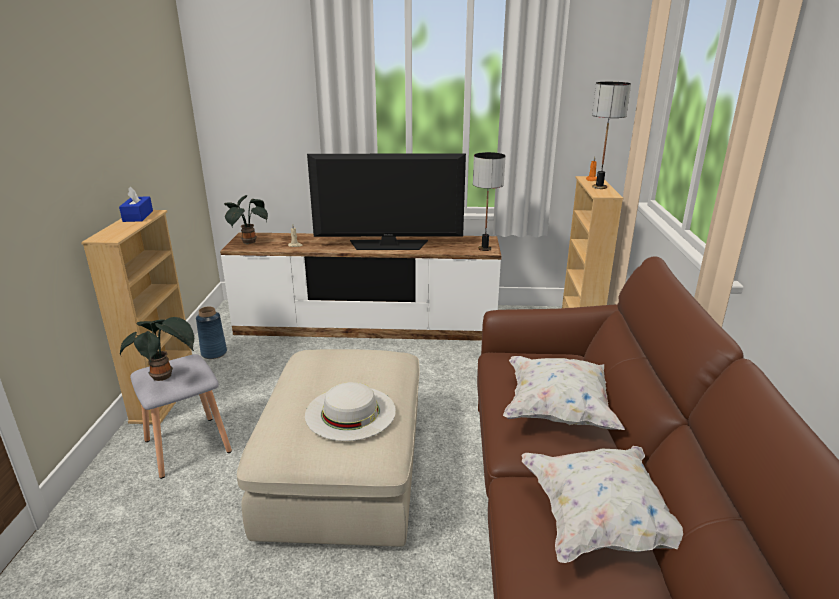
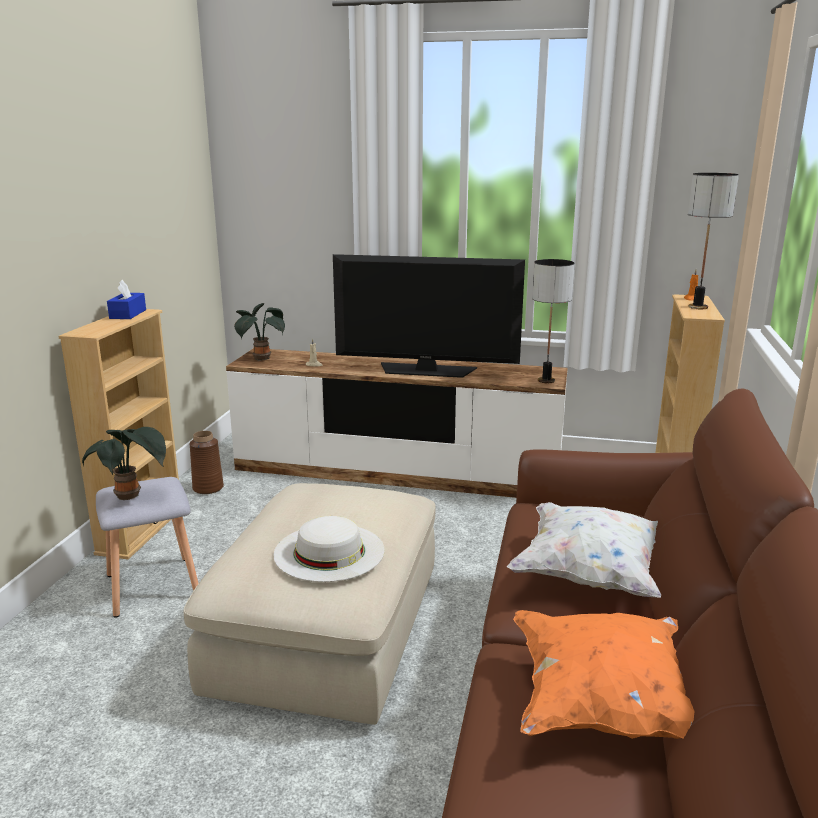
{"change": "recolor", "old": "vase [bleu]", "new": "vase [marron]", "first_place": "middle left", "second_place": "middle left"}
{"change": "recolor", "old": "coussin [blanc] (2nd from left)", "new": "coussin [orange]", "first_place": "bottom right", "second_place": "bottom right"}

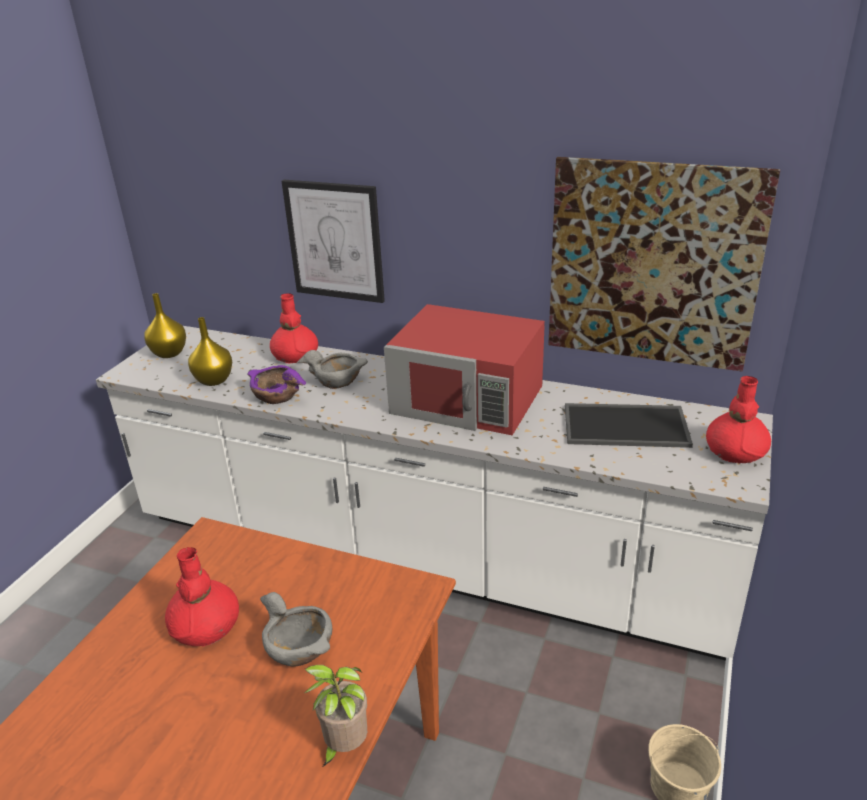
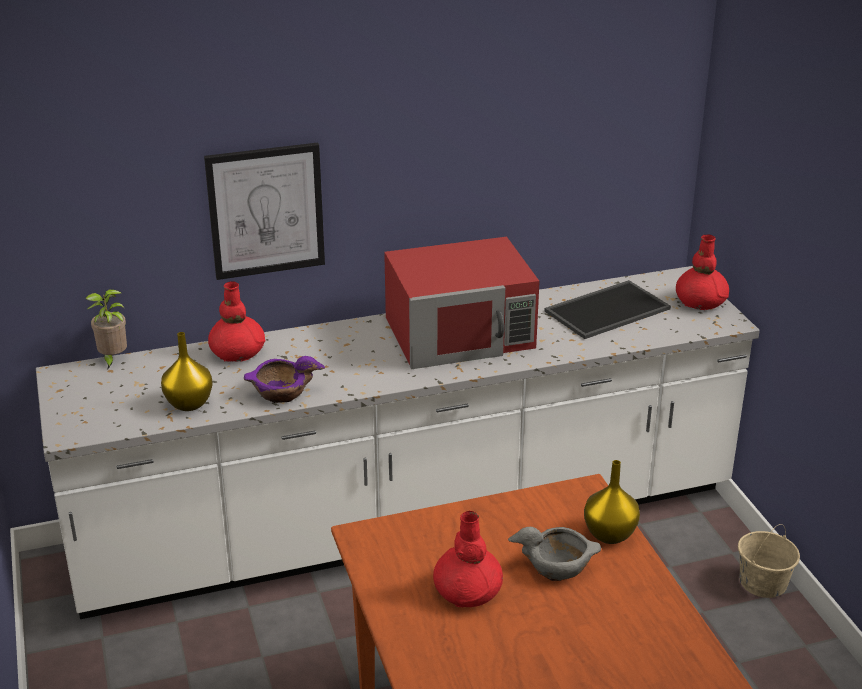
{"change": "move", "old": "vase [jaune] (1st from left in the first image)", "new": "vase [jaune] (2nd from left)", "first_place": "middle left", "second_place": "bottom right"}
{"change": "delete", "old": "bol [gris] (2nd from left)", "first_place": "centre"}
{"change": "move", "old": "plante en pot", "first_place": "bottom centre", "second_place": "middle left"}
{"change": "delete", "old": "tableau (2nd from left)", "first_place": "top right"}

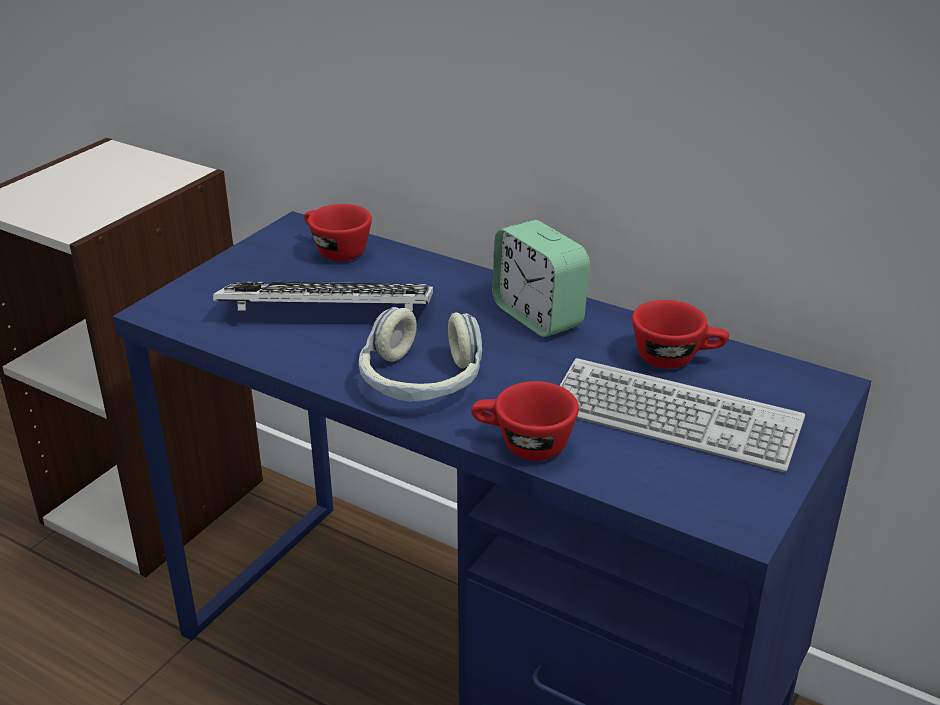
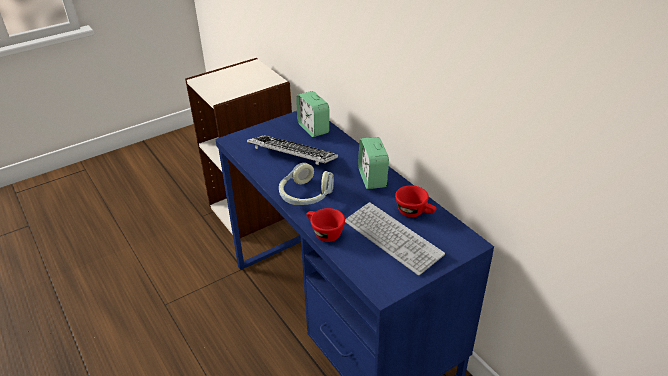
{"change": "replace", "old": "tasse [rouge] (1st from left)", "new": "réveil (1st from left)", "first_place": "top centre", "second_place": "top centre"}

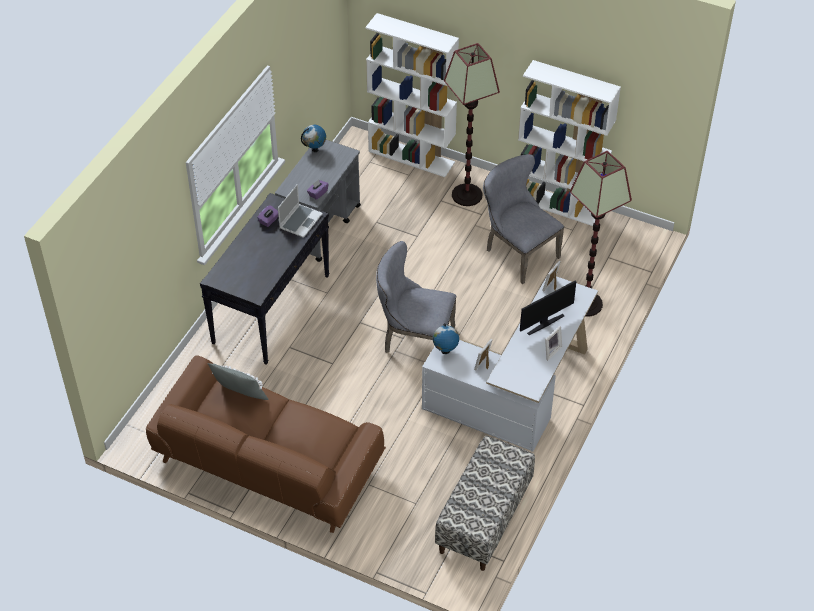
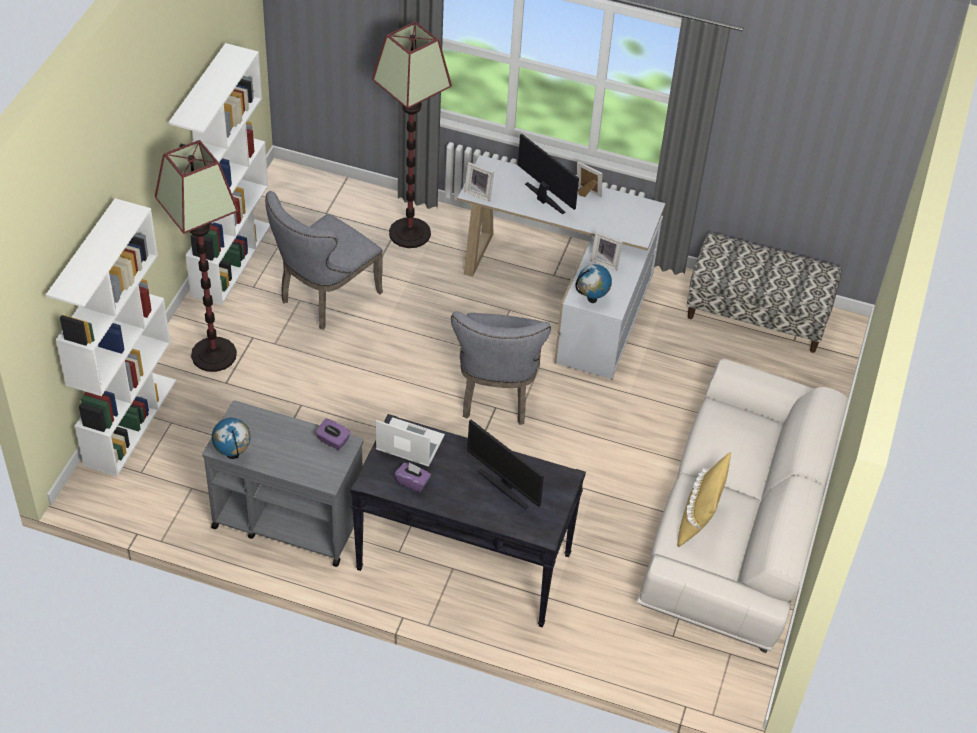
{"change": "recolor", "old": "canapé [marron]", "new": "canapé [blanc]", "first_place": "bottom left", "second_place": "bottom right"}
{"change": "recolor", "old": "coussin [gris]", "new": "coussin [jaune]", "first_place": "middle left", "second_place": "bottom right"}
{"change": "insert", "new": "écran d'ordinateur (1st from left)", "second_place": "centre"}

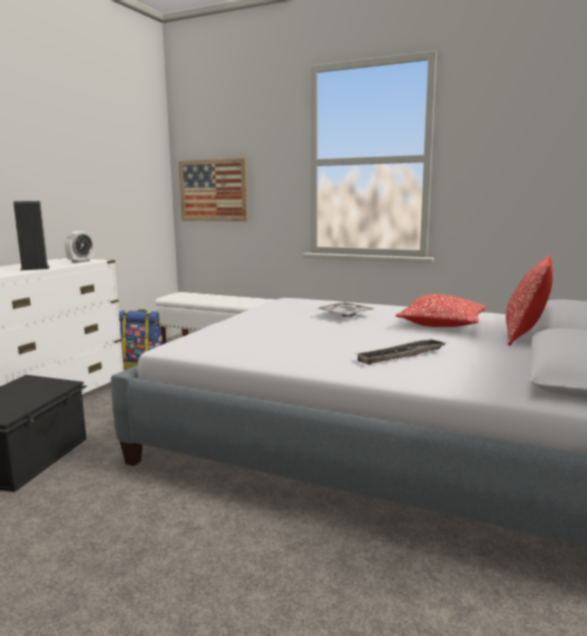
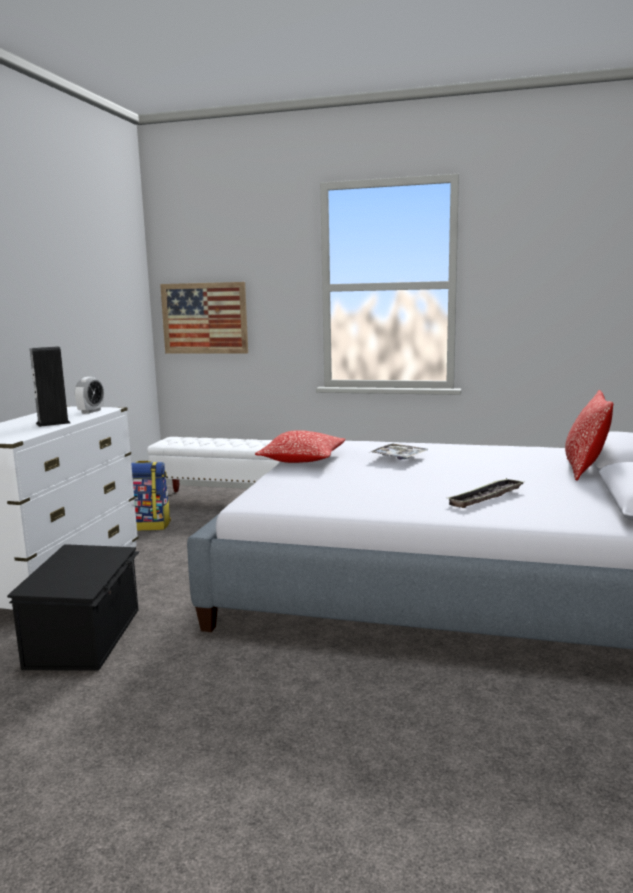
{"change": "move", "old": "coussin (1st from left)", "first_place": "middle right", "second_place": "centre"}

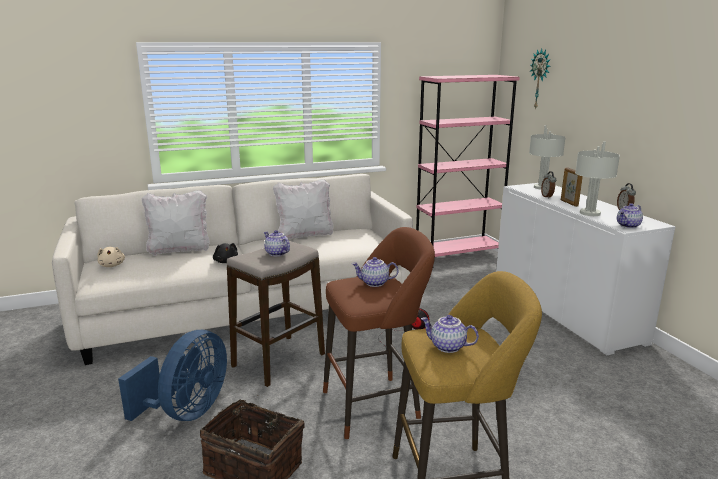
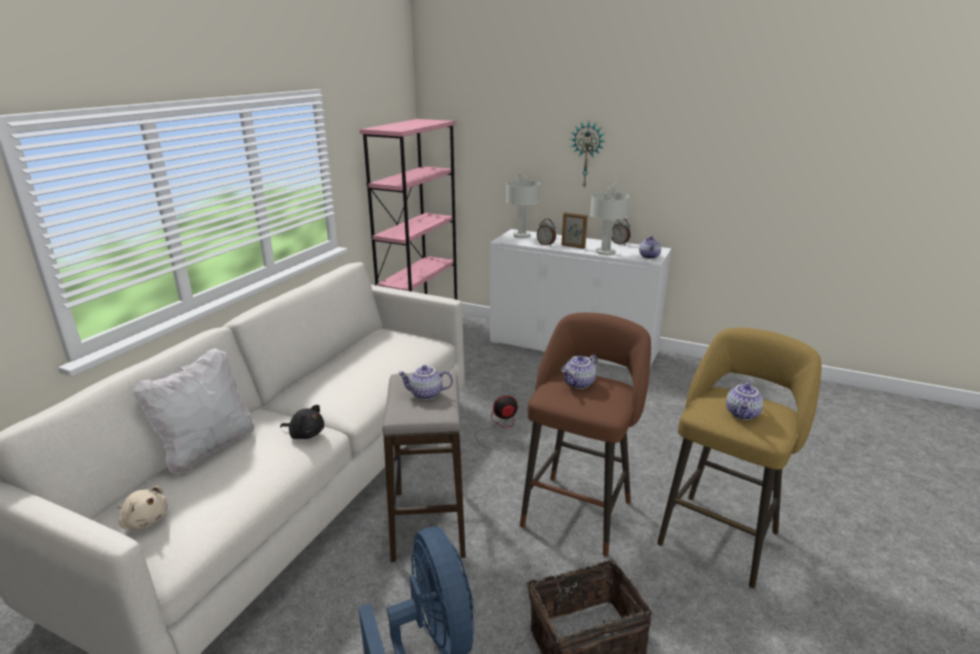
{"change": "delete", "old": "coussin [blanc] (2nd from left)", "first_place": "centre"}
{"change": "rotate", "old": "théière (3rd from left in the first image)", "first_place": "bottom centre", "second_place": "middle right", "degrees": -45}
{"change": "move", "old": "horloge murale", "first_place": "top right", "second_place": "top centre"}

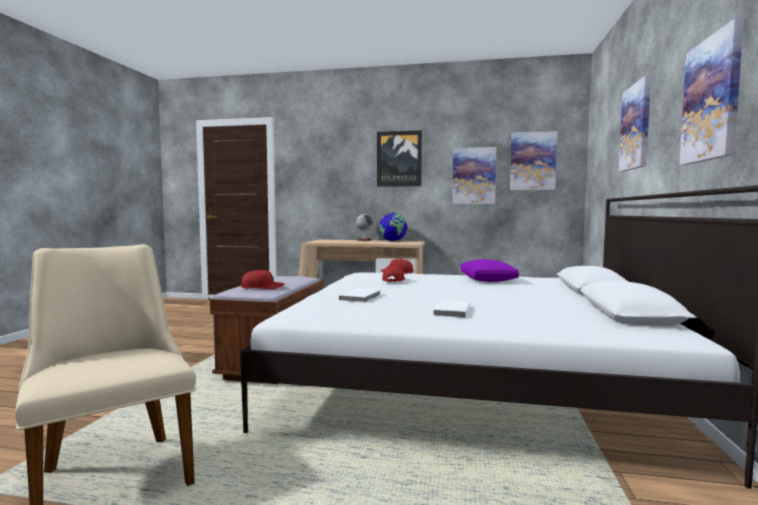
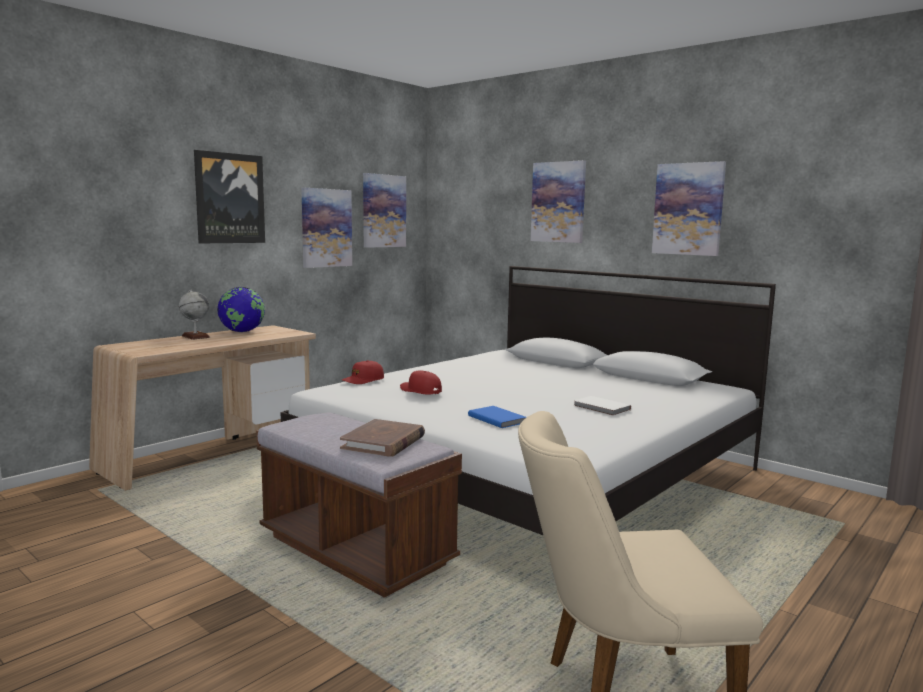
{"change": "replace", "old": "casquette [rouge] (1st from left)", "new": "livre [marron]", "first_place": "centre", "second_place": "centre"}
{"change": "recolor", "old": "livre [blanc] (1st from left)", "new": "livre [bleu]", "first_place": "centre", "second_place": "centre"}
{"change": "delete", "old": "coussin [violet]", "first_place": "centre"}

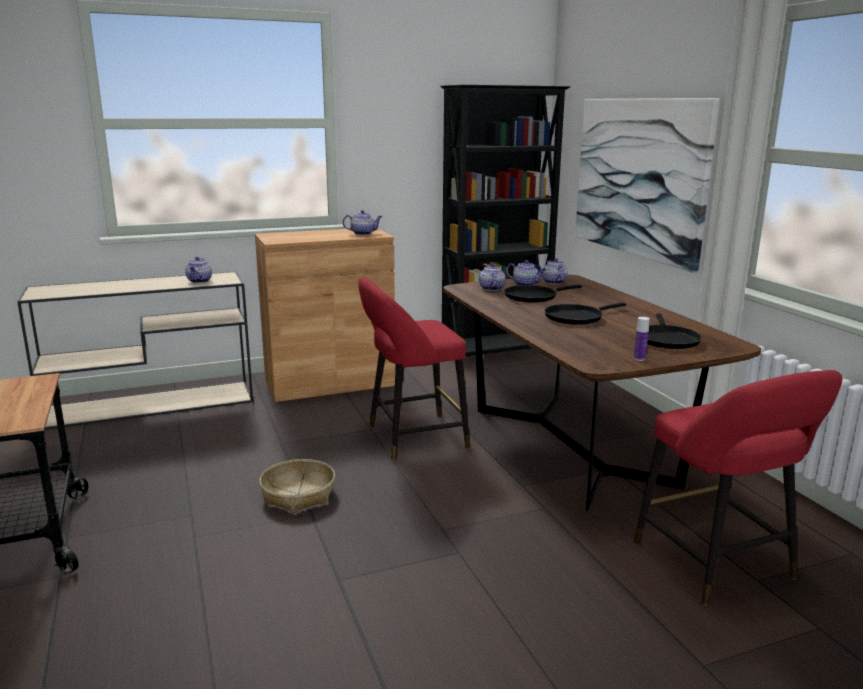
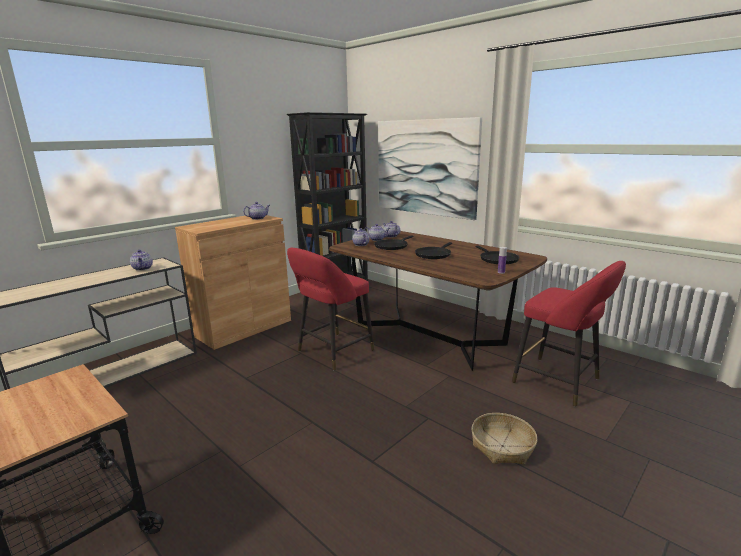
{"change": "move", "old": "panier", "first_place": "bottom centre", "second_place": "bottom right"}

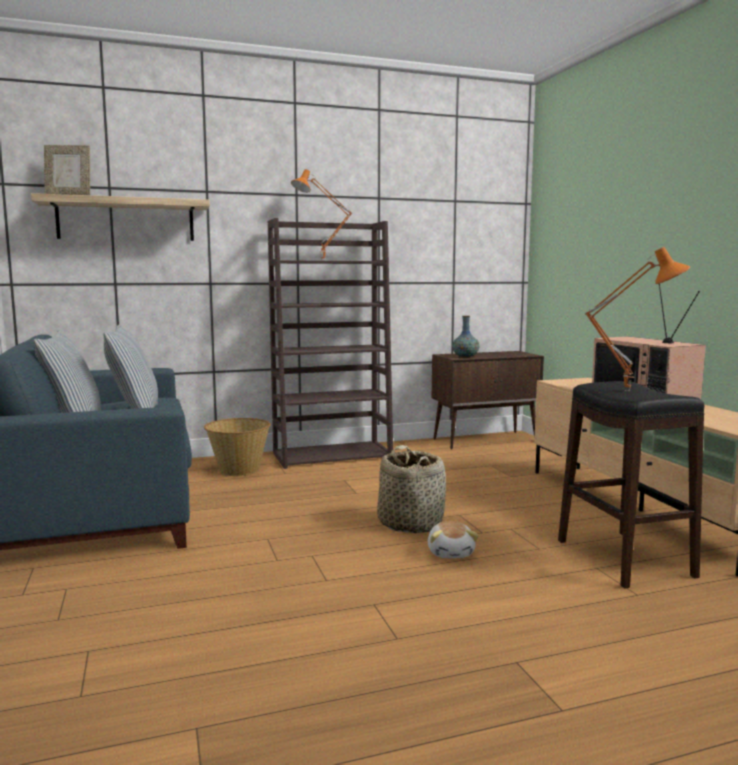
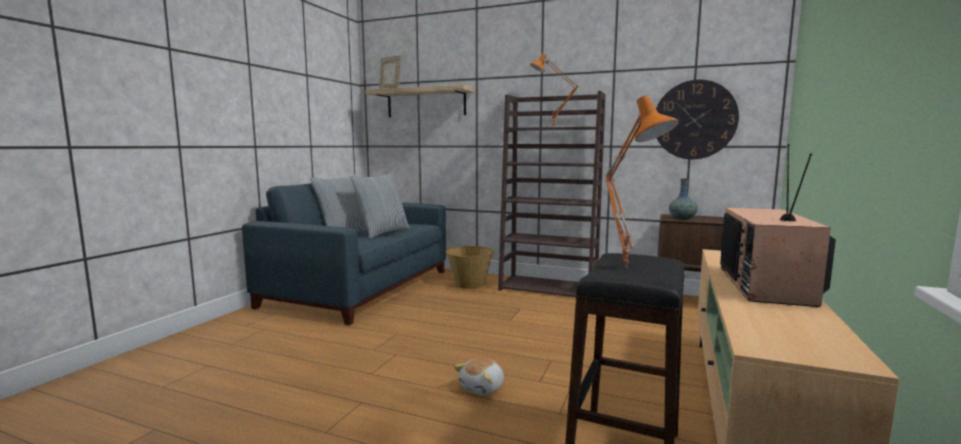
{"change": "delete", "old": "panier (2nd from left)", "first_place": "centre"}
{"change": "insert", "new": "horloge murale", "second_place": "top right"}

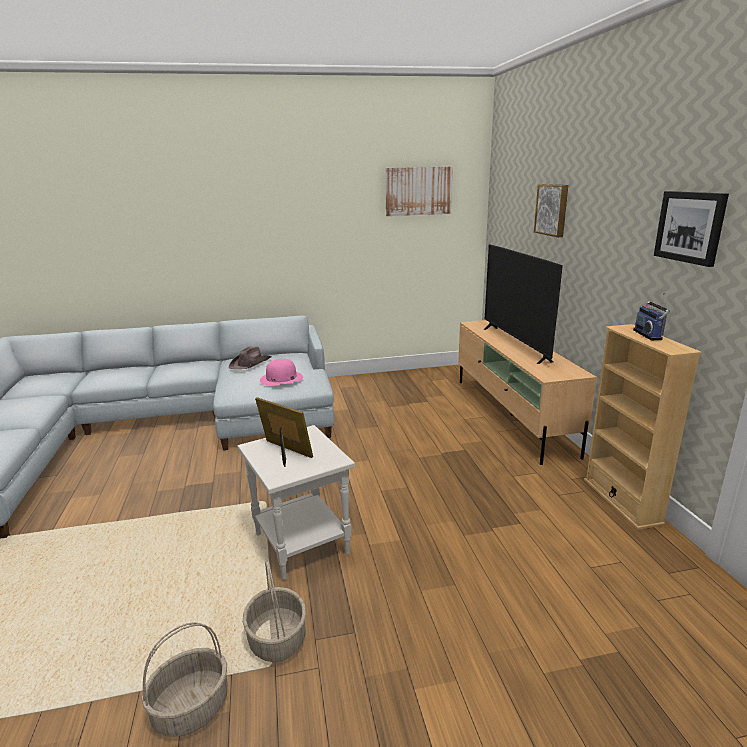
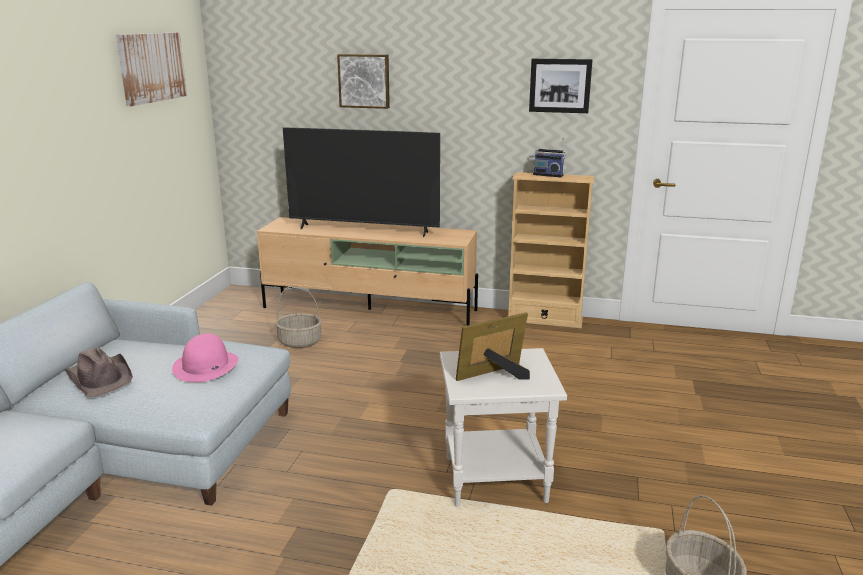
{"change": "move", "old": "panier (2nd from left in the first image)", "new": "panier (1st from left)", "first_place": "bottom centre", "second_place": "centre"}

